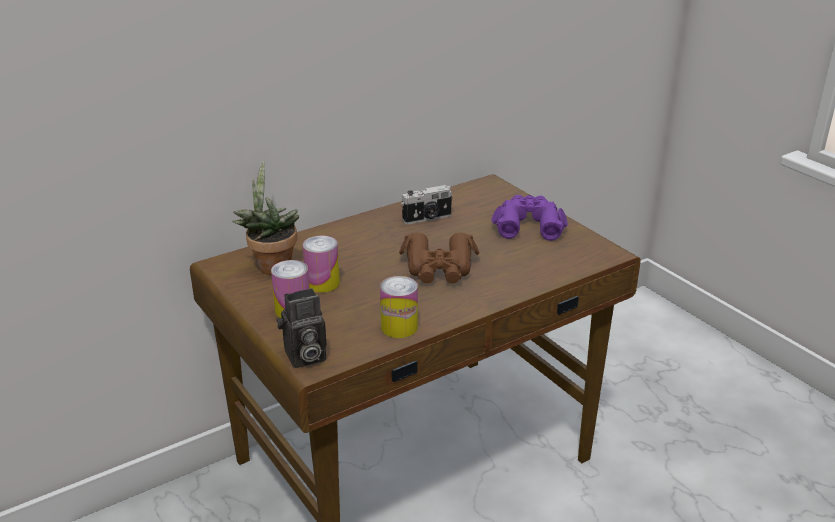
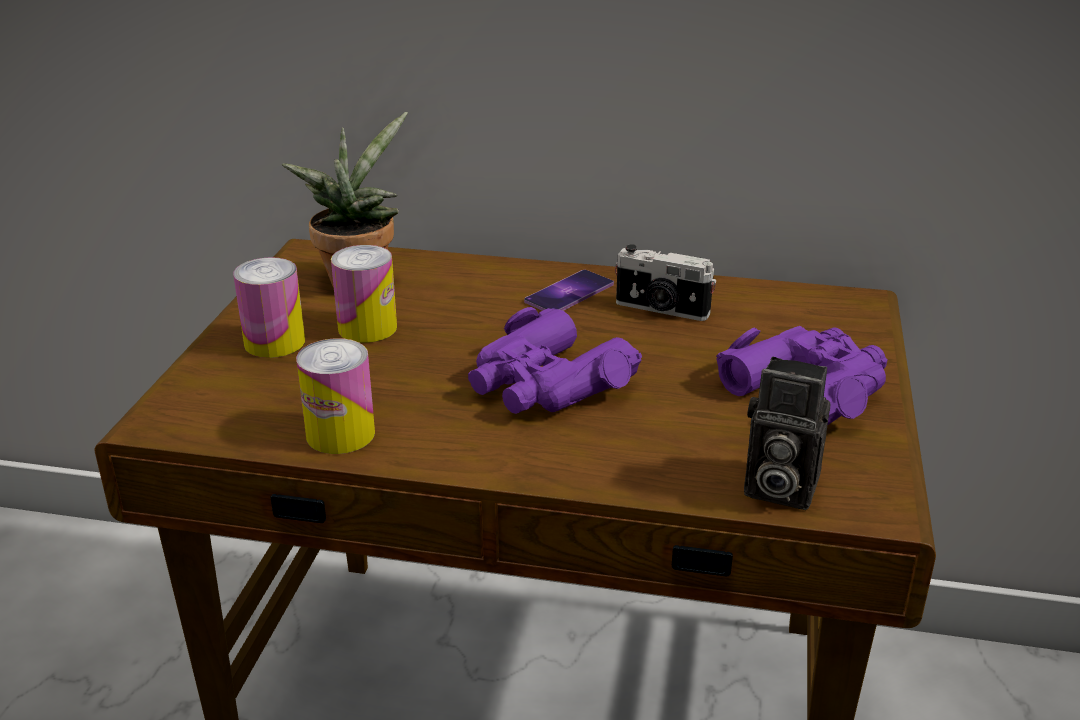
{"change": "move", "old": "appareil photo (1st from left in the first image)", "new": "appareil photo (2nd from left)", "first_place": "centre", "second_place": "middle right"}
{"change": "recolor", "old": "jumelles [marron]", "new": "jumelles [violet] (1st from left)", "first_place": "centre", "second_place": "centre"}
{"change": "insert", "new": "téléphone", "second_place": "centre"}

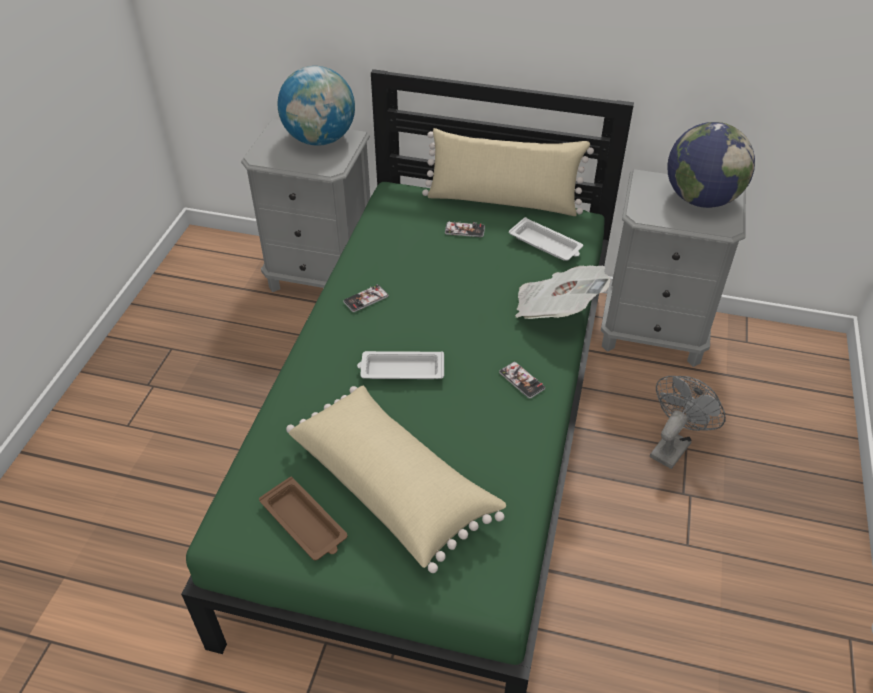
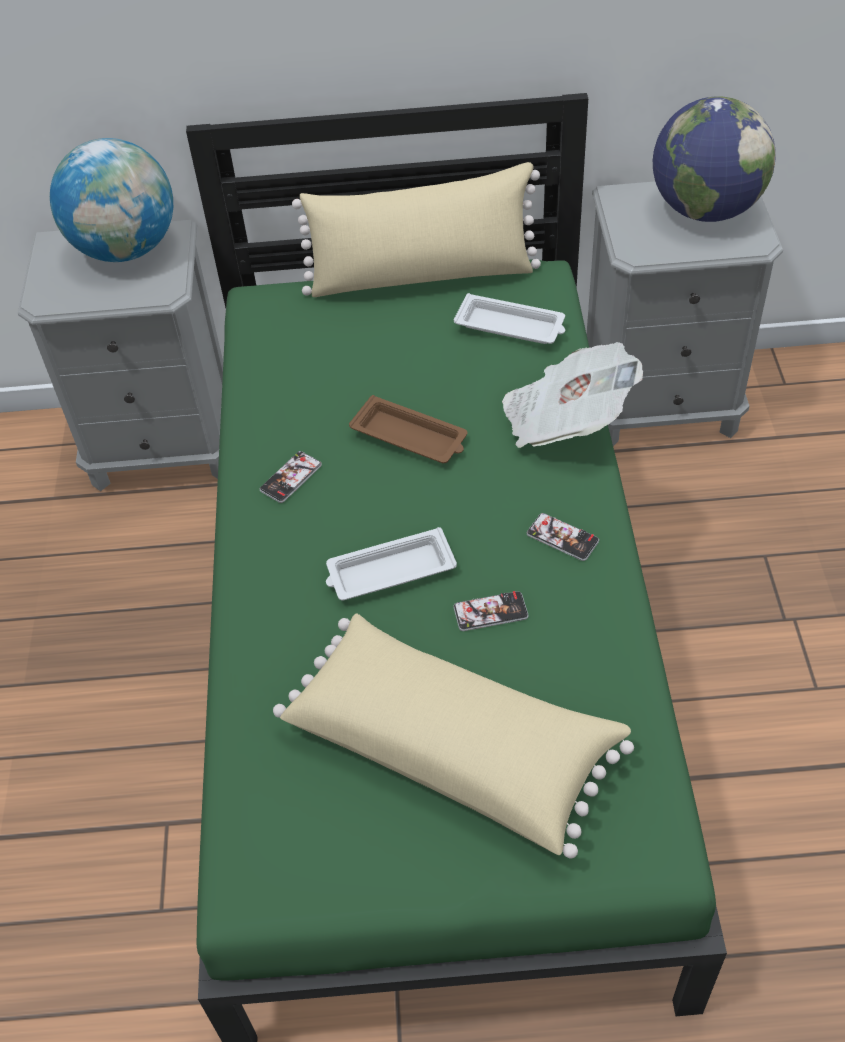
{"change": "move", "old": "plateau [marron]", "first_place": "bottom centre", "second_place": "centre"}
{"change": "move", "old": "téléphone (2nd from left)", "first_place": "top centre", "second_place": "centre"}
{"change": "delete", "old": "ventilateur [gris]", "first_place": "middle right"}

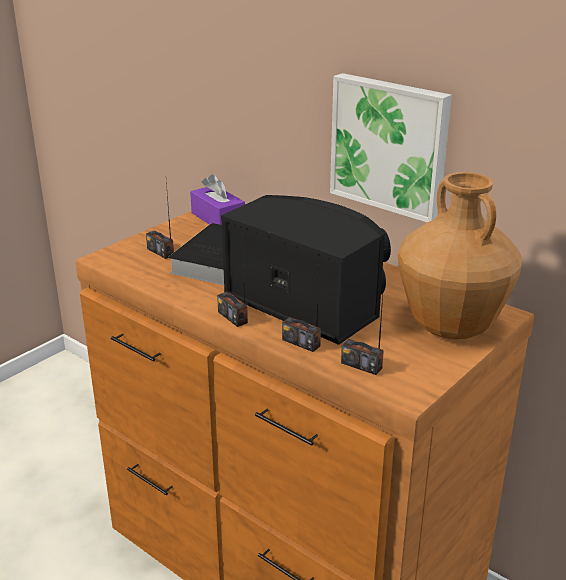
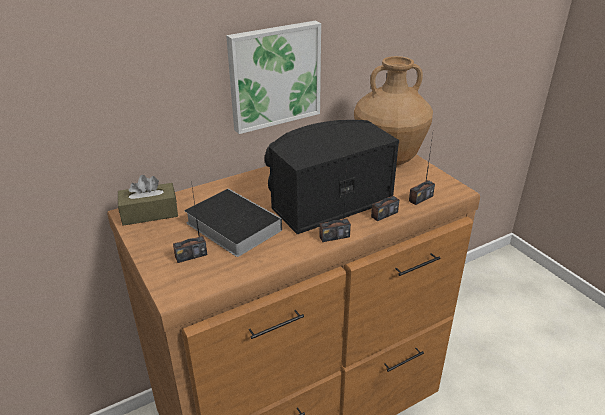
{"change": "recolor", "old": "boîte à mouchoirs [violet]", "new": "boîte à mouchoirs [marron]", "first_place": "centre", "second_place": "middle left"}

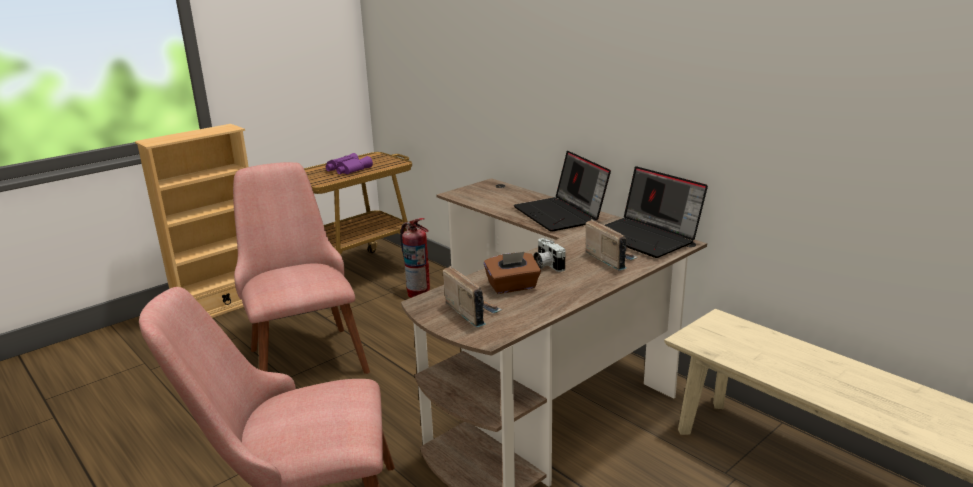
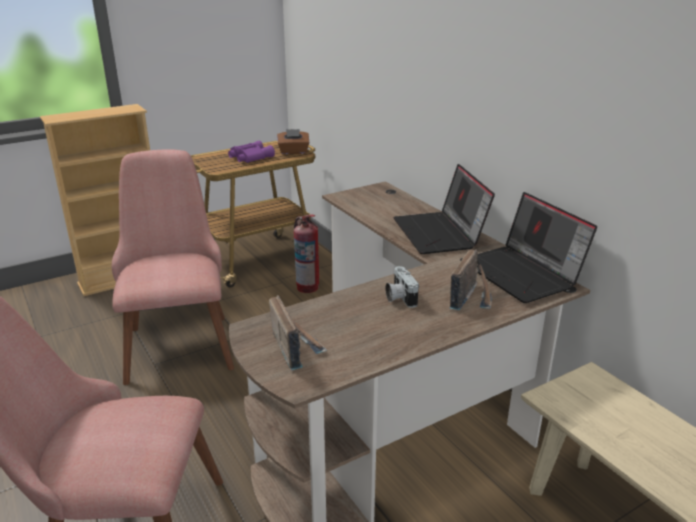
{"change": "move", "old": "boîte à mouchoirs [marron]", "first_place": "centre", "second_place": "top centre"}
{"change": "rotate", "old": "radio (2nd from left)", "first_place": "centre", "second_place": "middle right", "degrees": 45}

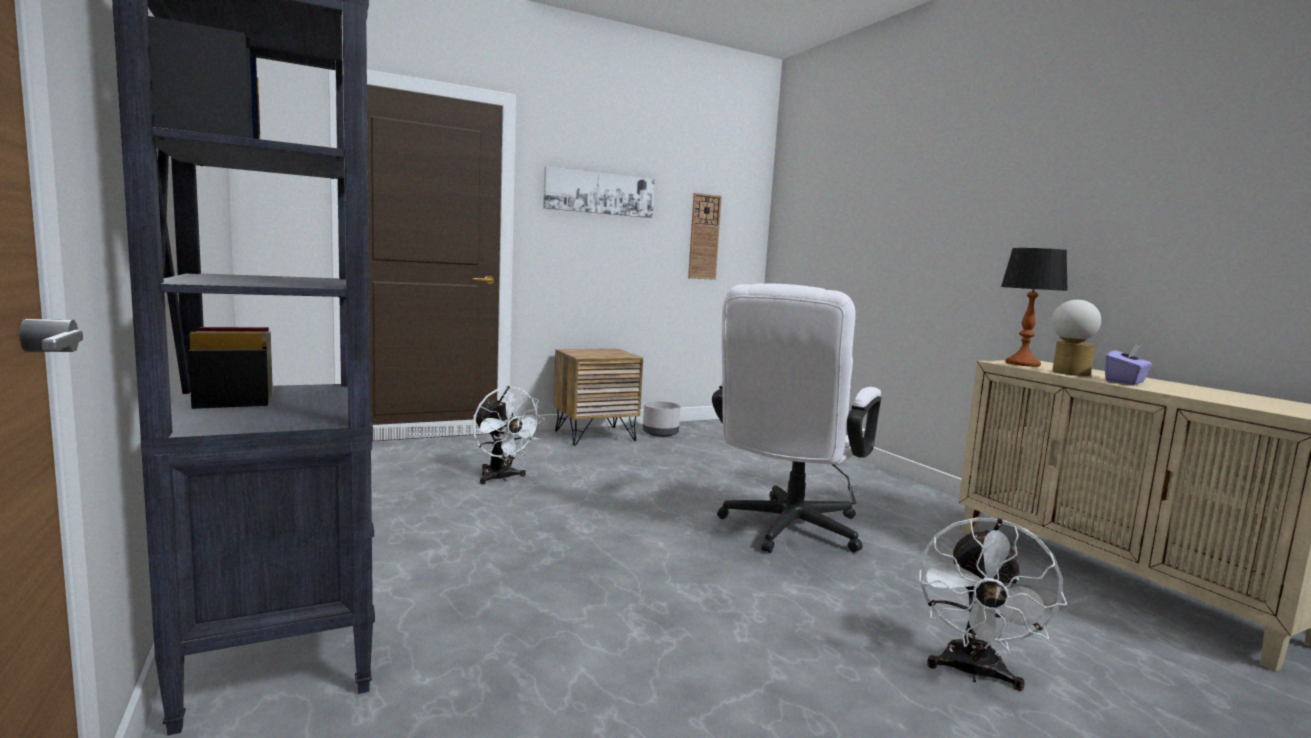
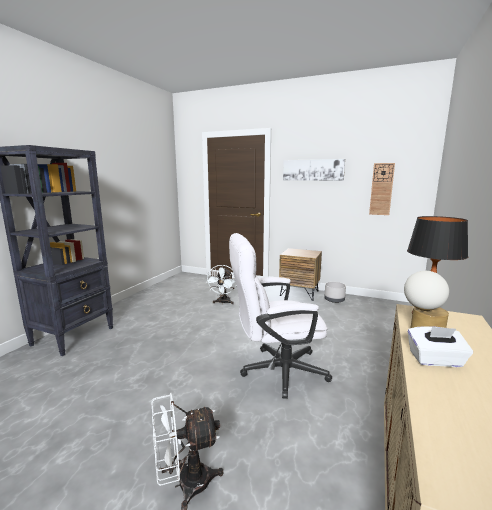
{"change": "recolor", "old": "boîte à mouchoirs [violet]", "new": "boîte à mouchoirs [blanc]", "first_place": "middle right", "second_place": "bottom right"}

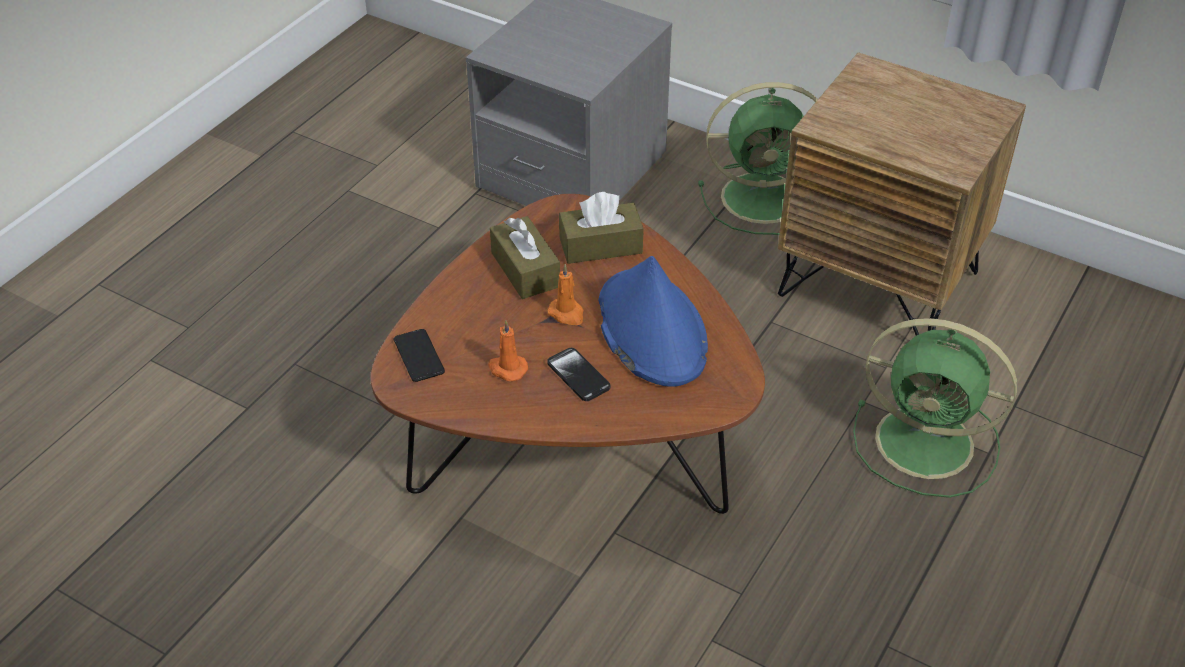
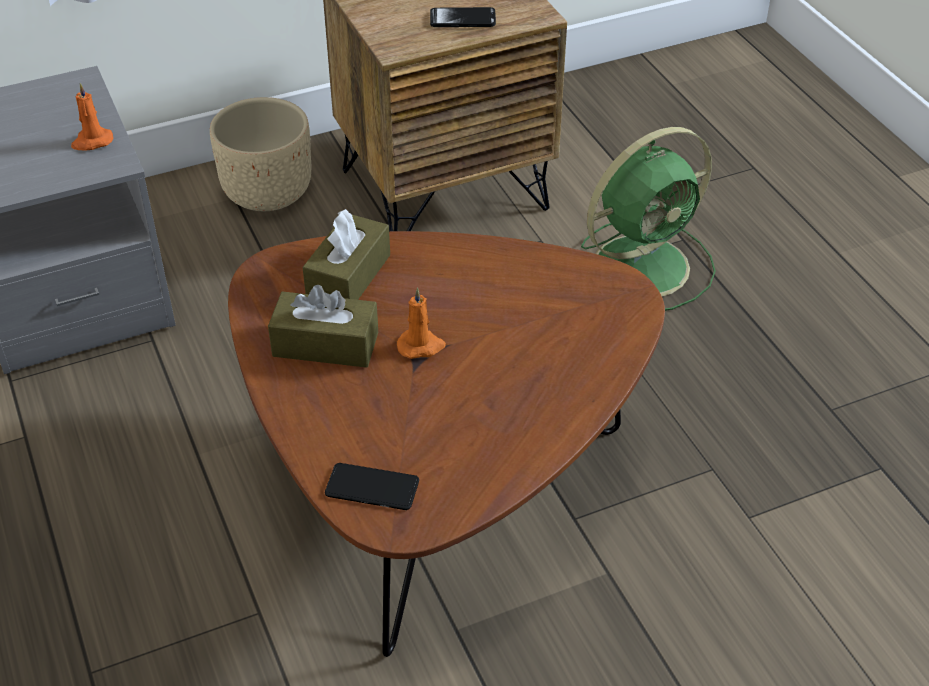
{"change": "move", "old": "bougie [orange] (1st from left)", "first_place": "centre", "second_place": "top left"}
{"change": "move", "old": "téléphone (2nd from left)", "first_place": "centre", "second_place": "top centre"}
{"change": "delete", "old": "chapeau [bleu]", "first_place": "centre"}
{"change": "replace", "old": "ventilateur [vert] (1st from left)", "new": "cache-pot [beige]", "first_place": "top centre", "second_place": "top left"}

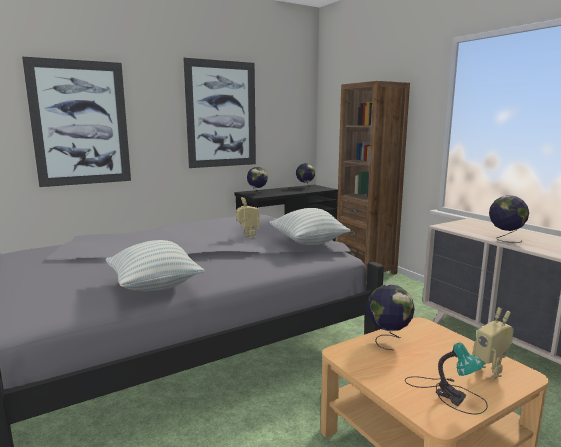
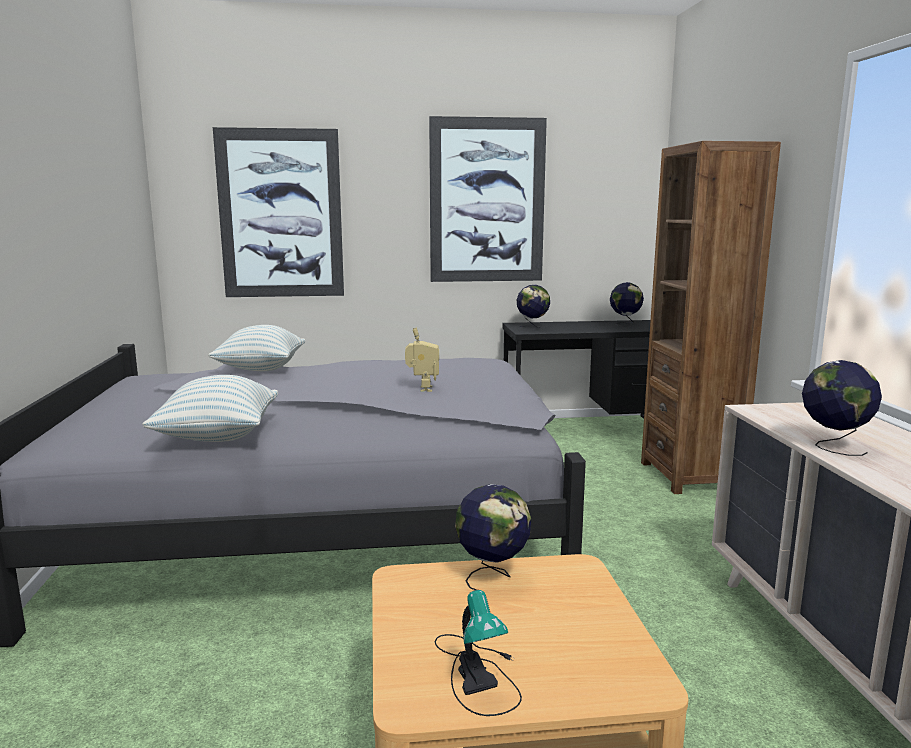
{"change": "move", "old": "coussin (2nd from left)", "first_place": "centre", "second_place": "middle left"}
{"change": "delete", "old": "robot jouet (2nd from left)", "first_place": "bottom right"}

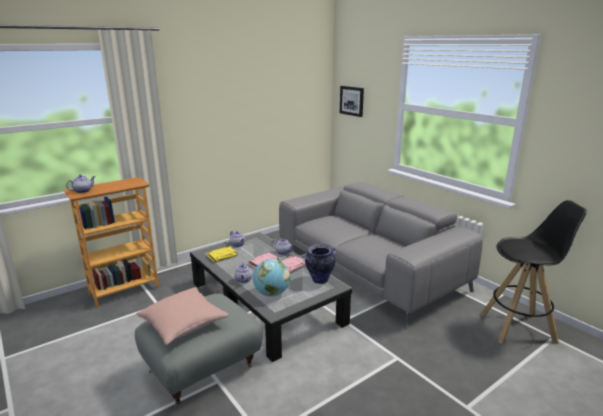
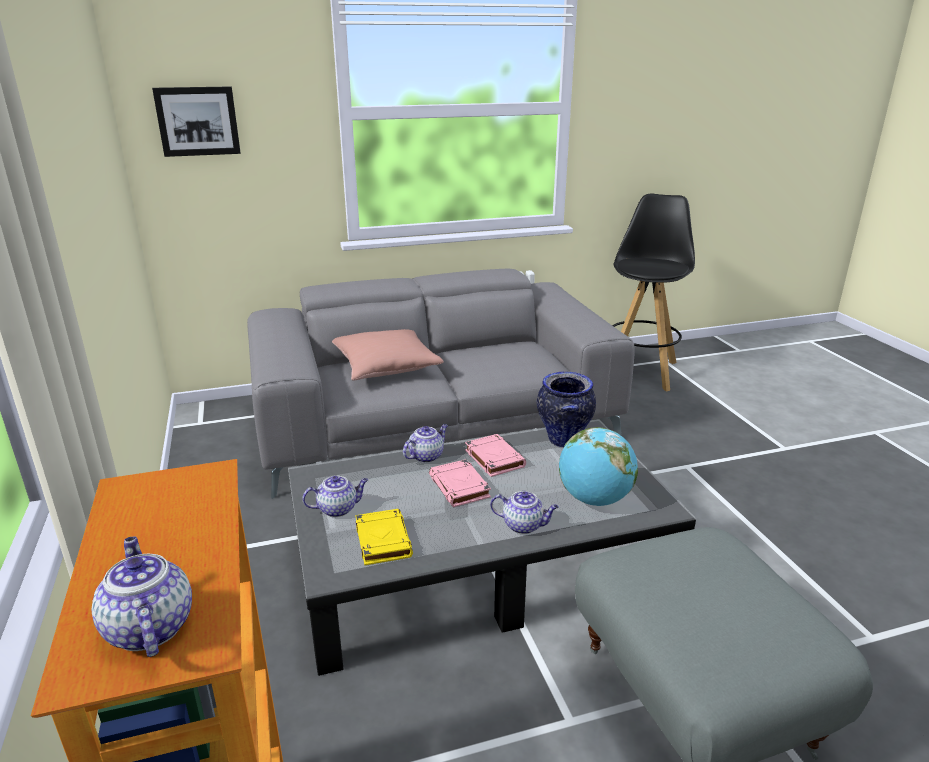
{"change": "move", "old": "coussin [rose]", "first_place": "bottom left", "second_place": "centre"}

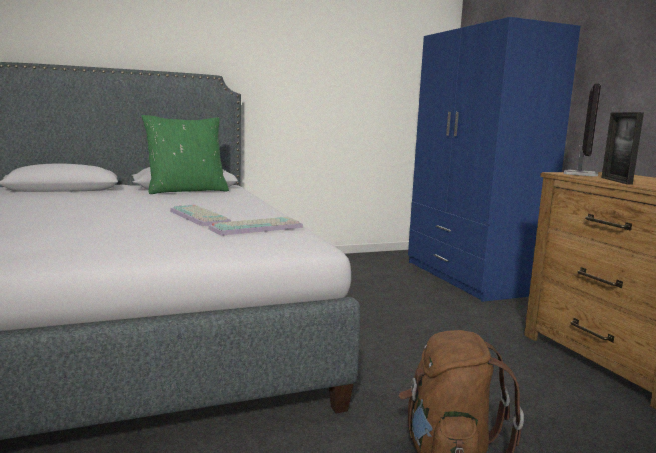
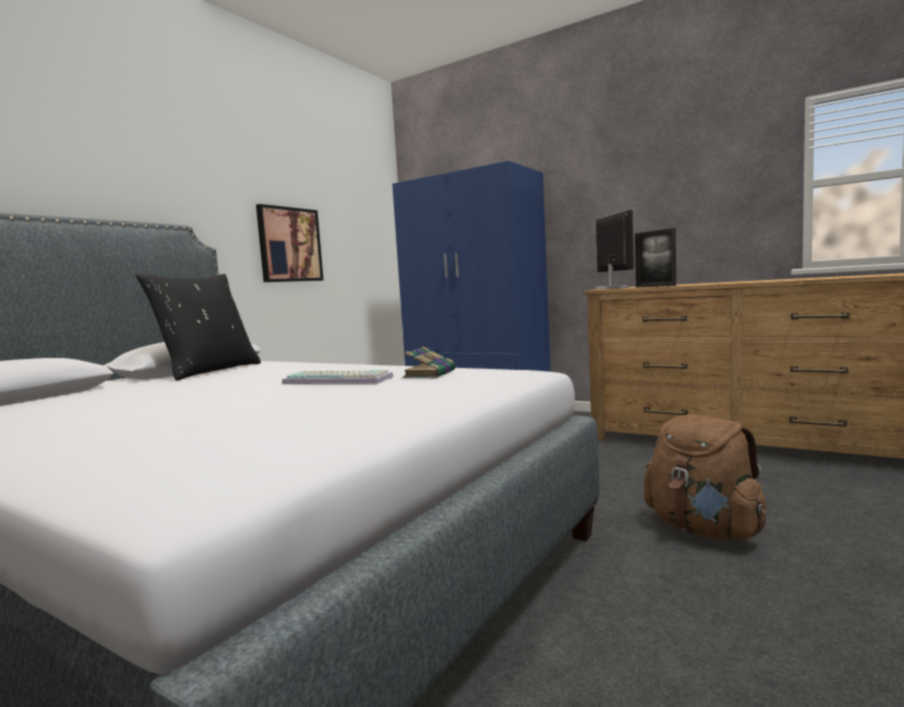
{"change": "recolor", "old": "coussin [vert]", "new": "coussin [noir]", "first_place": "middle left", "second_place": "middle left"}
{"change": "replace", "old": "clavier (2nd from left)", "new": "livre", "first_place": "centre", "second_place": "centre"}
{"change": "insert", "new": "tableau", "second_place": "middle left"}

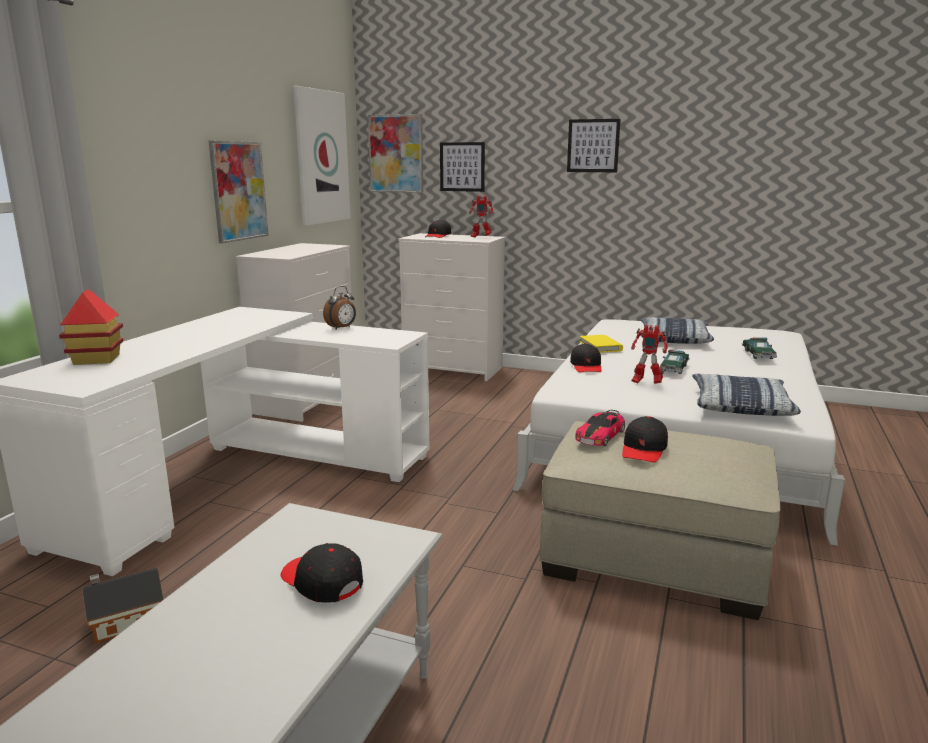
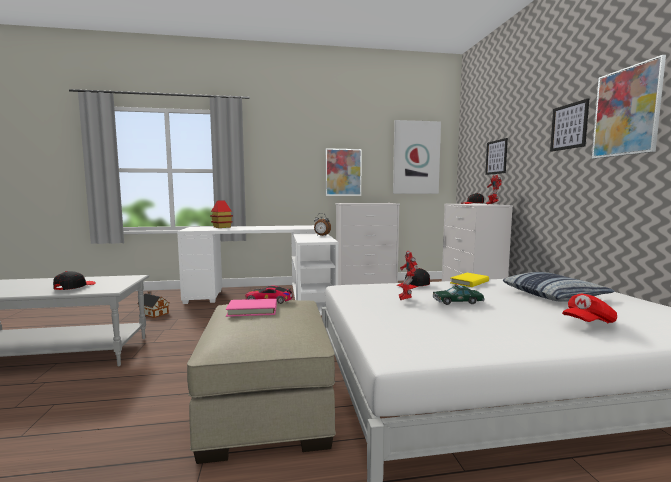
{"change": "move", "old": "tableau (3rd from left in the first image)", "new": "tableau (5th from left)", "first_place": "top centre", "second_place": "top right"}
{"change": "replace", "old": "casquette [noir] (4th from left)", "new": "livre [rose]", "first_place": "middle right", "second_place": "centre"}
{"change": "delete", "old": "coussin (2nd from left)", "first_place": "middle right"}
{"change": "replace", "old": "petite voiture (3rd from left)", "new": "casquette [rouge]", "first_place": "middle right", "second_place": "middle right"}

